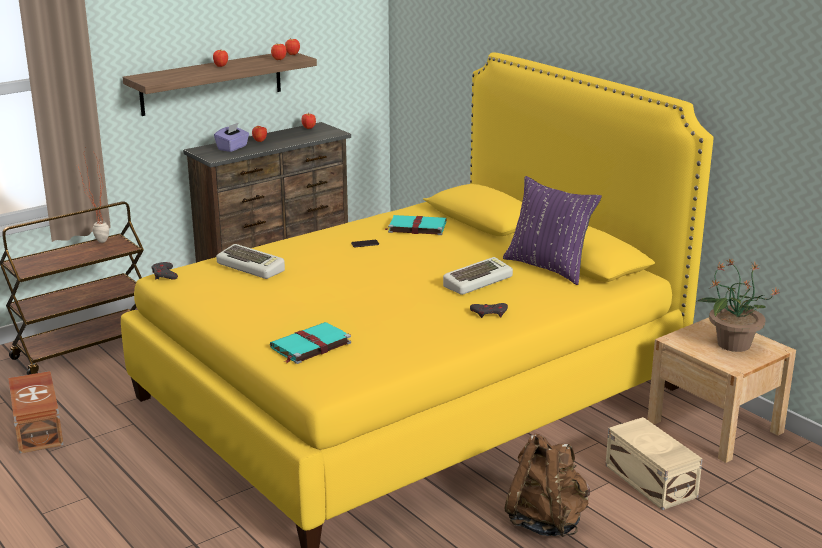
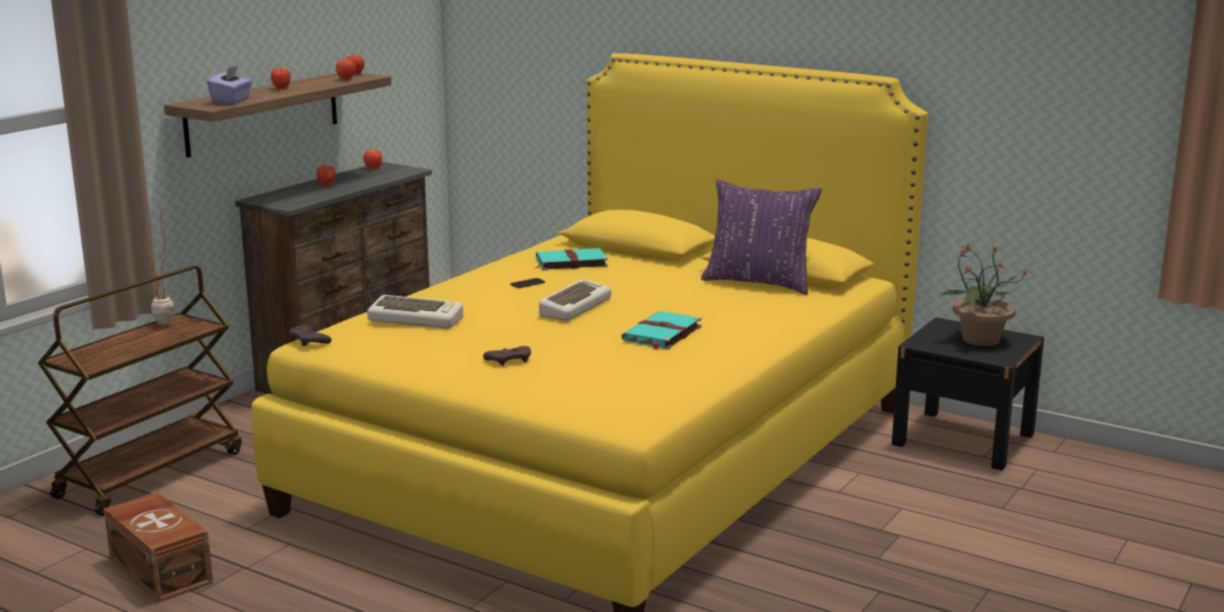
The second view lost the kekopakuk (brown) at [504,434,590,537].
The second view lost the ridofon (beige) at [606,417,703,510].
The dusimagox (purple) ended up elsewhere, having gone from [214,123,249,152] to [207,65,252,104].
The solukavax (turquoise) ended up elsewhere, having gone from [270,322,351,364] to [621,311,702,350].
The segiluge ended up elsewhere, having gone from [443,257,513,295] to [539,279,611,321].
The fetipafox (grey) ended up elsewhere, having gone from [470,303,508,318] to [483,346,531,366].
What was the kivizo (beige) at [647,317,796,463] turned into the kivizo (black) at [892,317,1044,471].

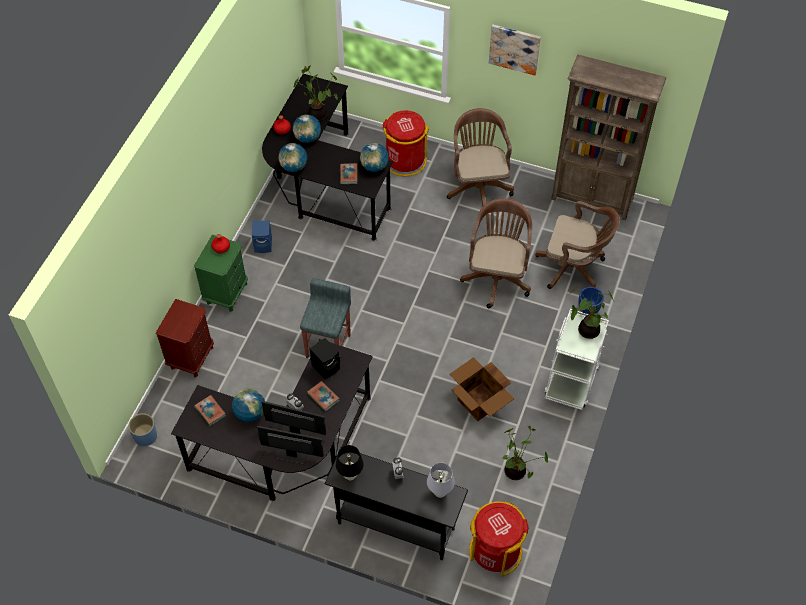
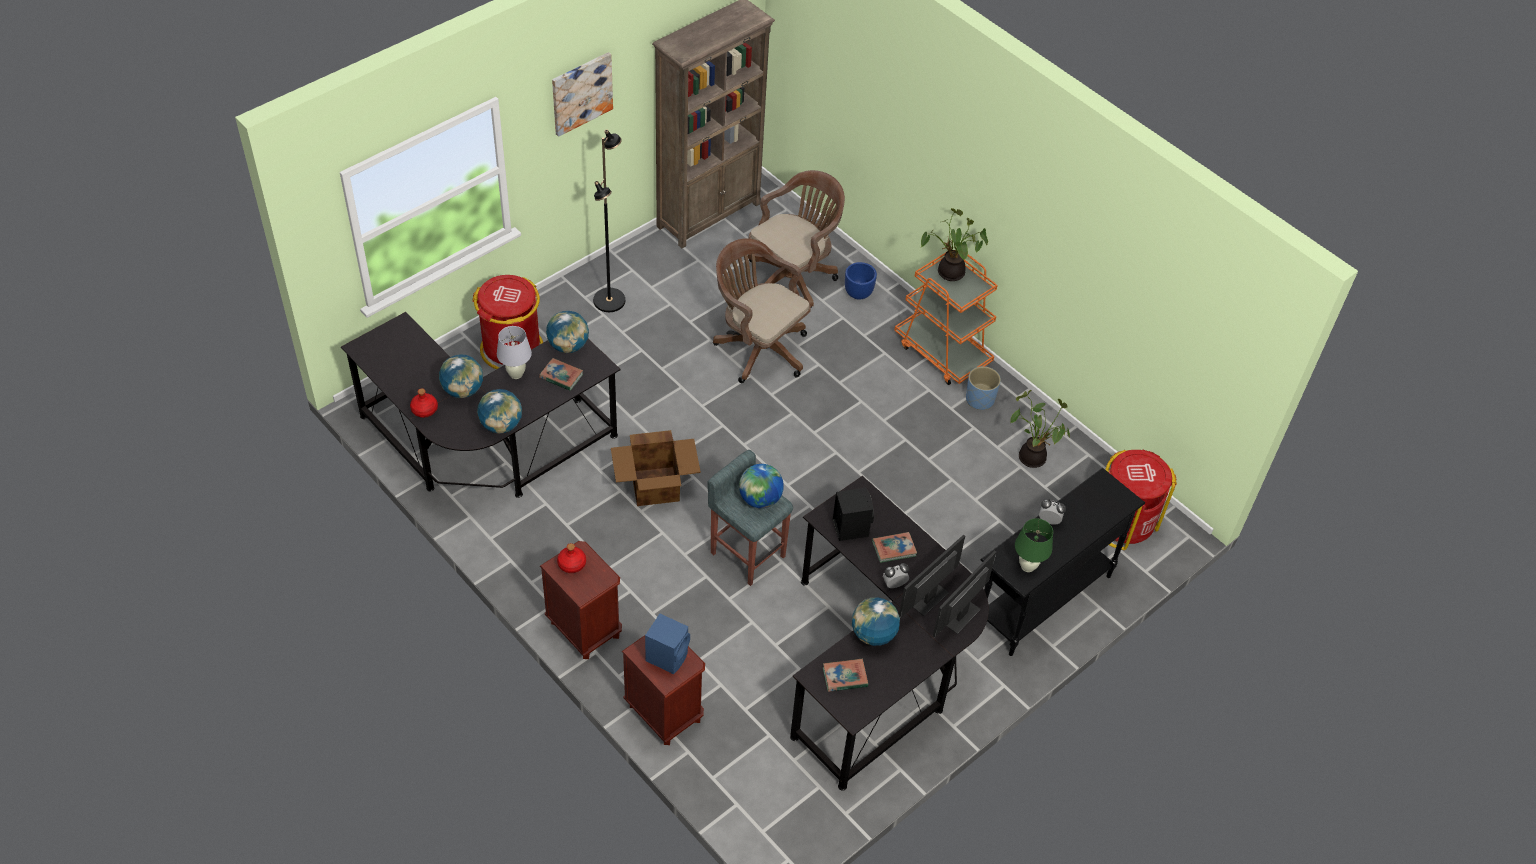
The second view lost the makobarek at [293,66,338,121].
The second view gained the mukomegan at [739,464,784,508].
The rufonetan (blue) ended up elsewhere, having gone from [128,413,157,446] to [966,366,1001,410].
The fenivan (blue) ended up elsewhere, having gone from [252,220,272,253] to [645,613,690,674].
The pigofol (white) ended up elsewhere, having gone from [427,463,455,498] to [497,326,532,379].
The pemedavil ended up elsewhere, having gone from [450,357,514,421] to [611,430,701,506].
Where the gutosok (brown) stood at [447,108,514,207], the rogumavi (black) came to stand at [593,130,625,312].
What was the kivizo (green) at [194,235,248,312] turned into the kivizo (brown) at [540,541,622,659].
What was the pigofol (black) at [336,445,364,480] turned into the pigofol (green) at [1015,518,1053,572].
What was the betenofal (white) at [545,309,609,410] turned into the betenofal (orange) at [894,252,998,385].

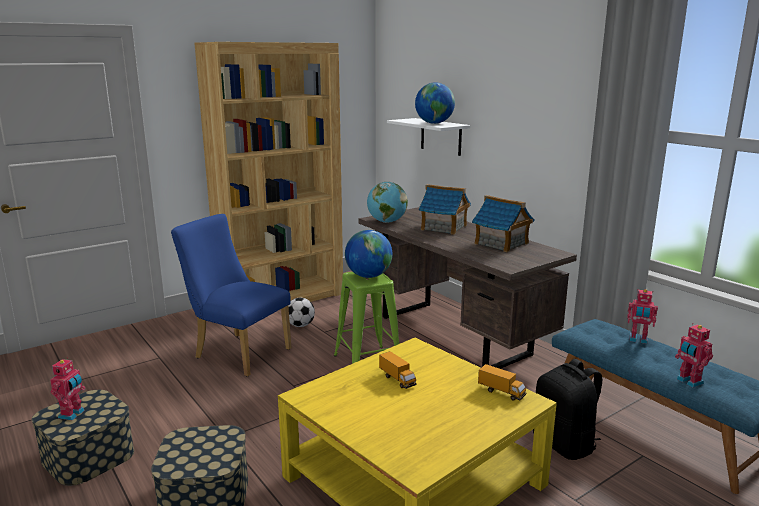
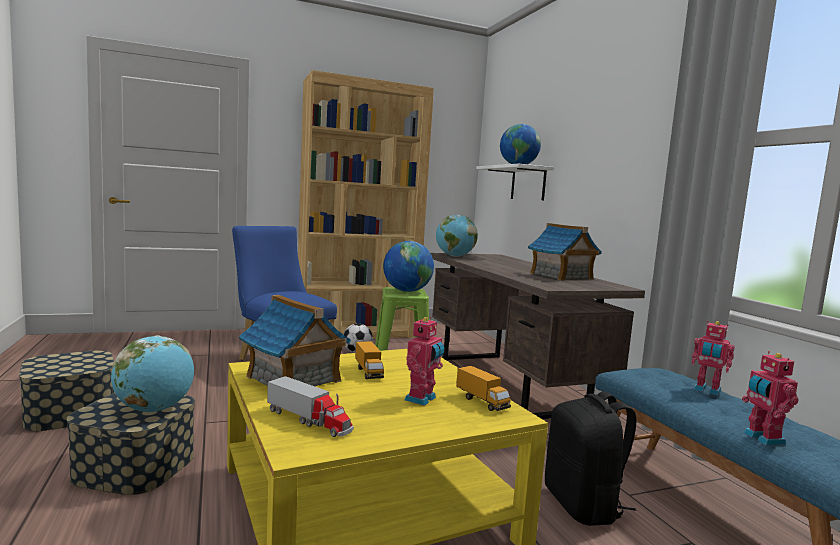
The second view gained the mukomegan at [111,335,194,412].
The second view gained the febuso at [267,376,354,437].
The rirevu ended up elsewhere, having gone from [50,357,85,420] to [405,317,444,406].
The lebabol ended up elsewhere, having gone from [419,184,471,235] to [239,295,351,386].

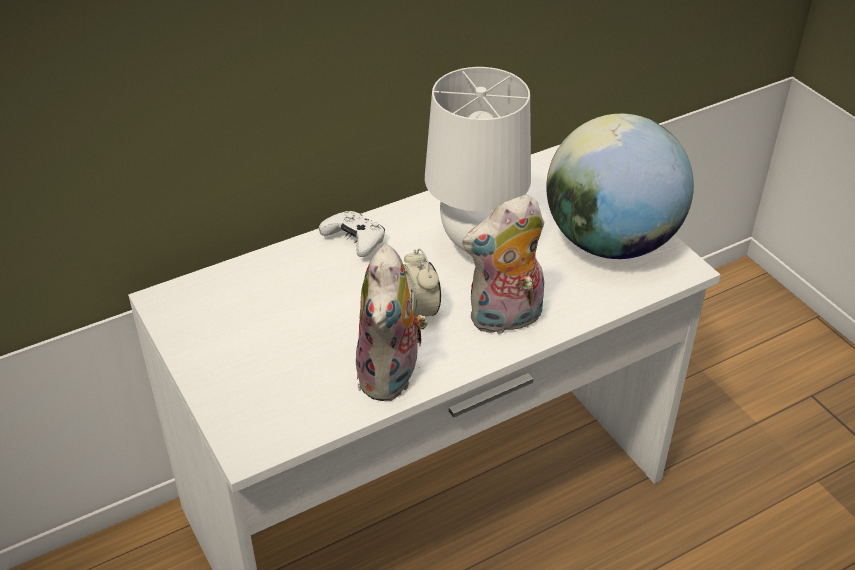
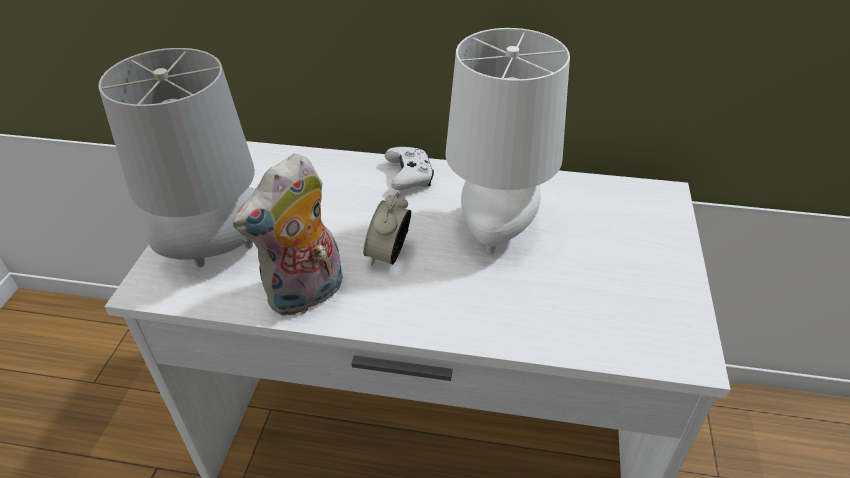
The second view lost the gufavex at [462,194,544,334].
The second view lost the mukomegan at [546,114,694,259].
The second view gained the pigofol (grey) at [98,48,255,267].

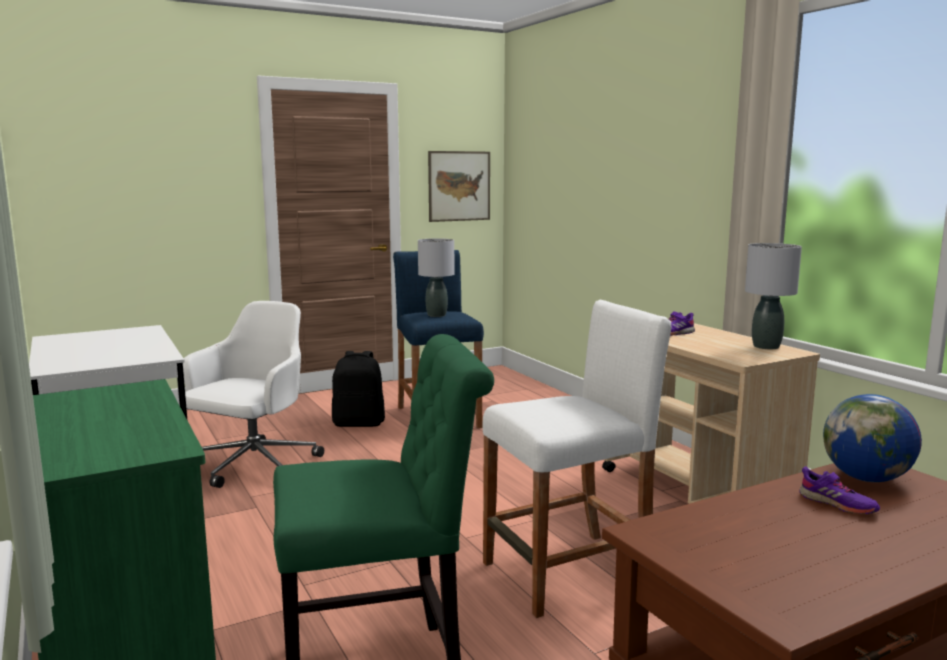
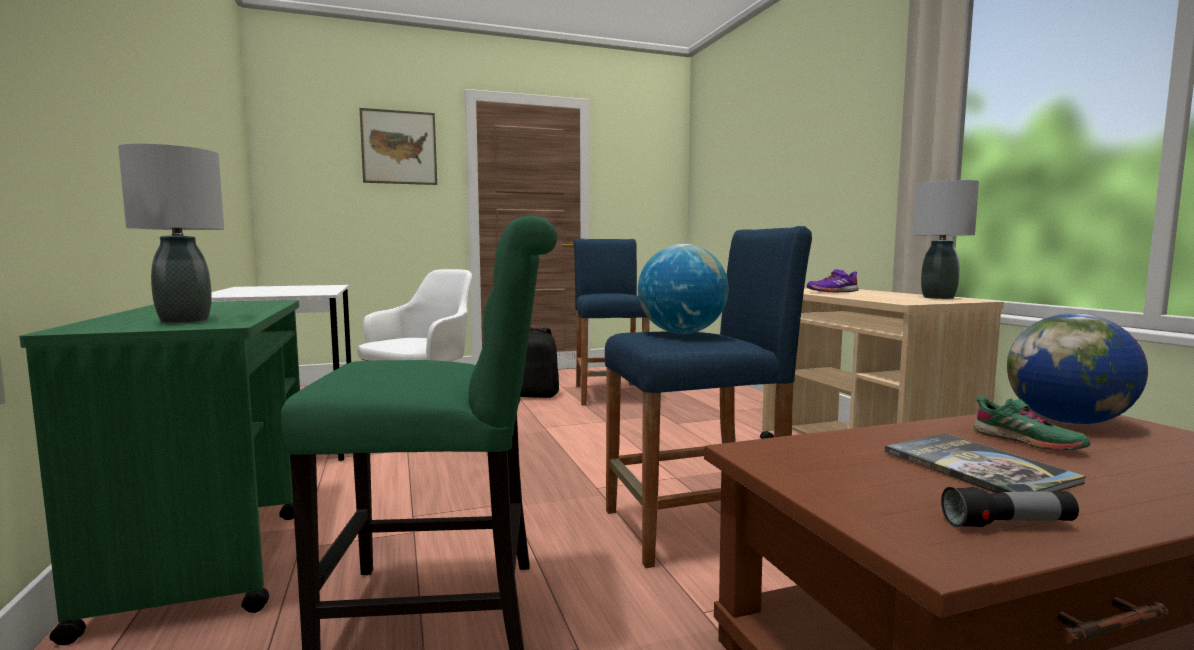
The second view gained the mukomegan at [638,244,729,334].
The second view gained the solukavax at [885,433,1086,493].
The second view gained the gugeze at [941,487,1079,528].
The pigofol (grey) ended up elsewhere, having gone from [418,238,454,317] to [118,143,224,323].
The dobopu ended up elsewhere, having gone from [428,151,490,222] to [359,108,437,185].
What was the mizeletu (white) at [482,300,671,618] turned into the mizeletu (blue) at [605,226,812,568].
What was the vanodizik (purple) at [799,467,880,514] turned into the vanodizik (green) at [974,395,1091,450].

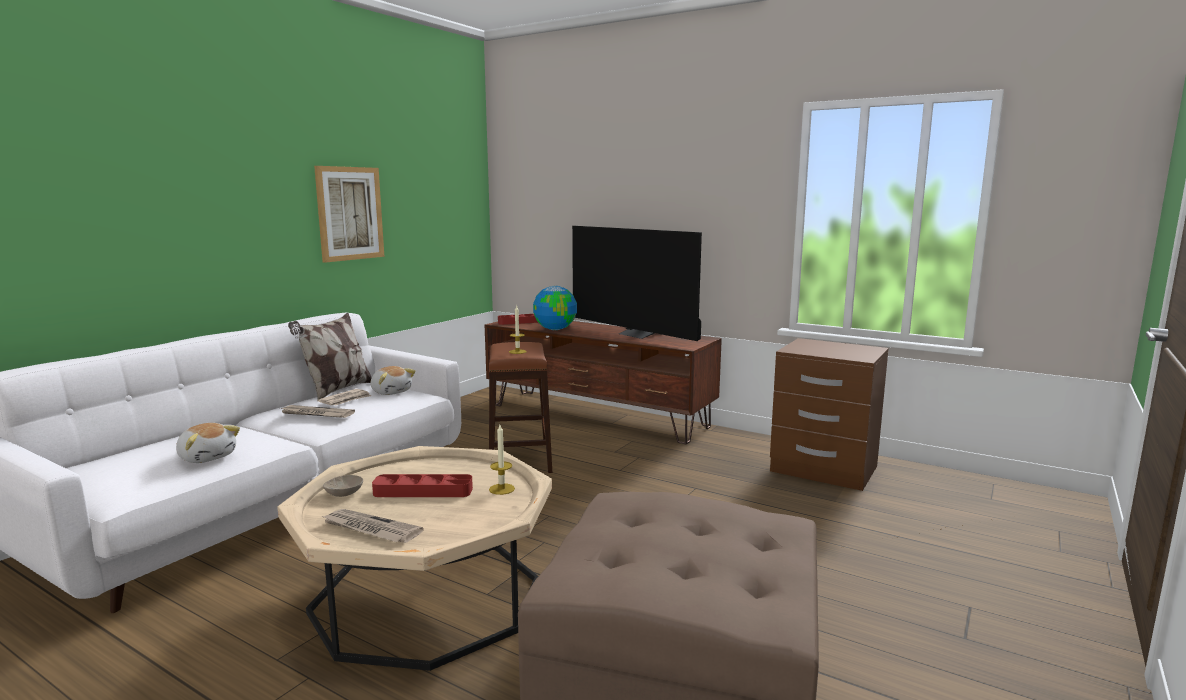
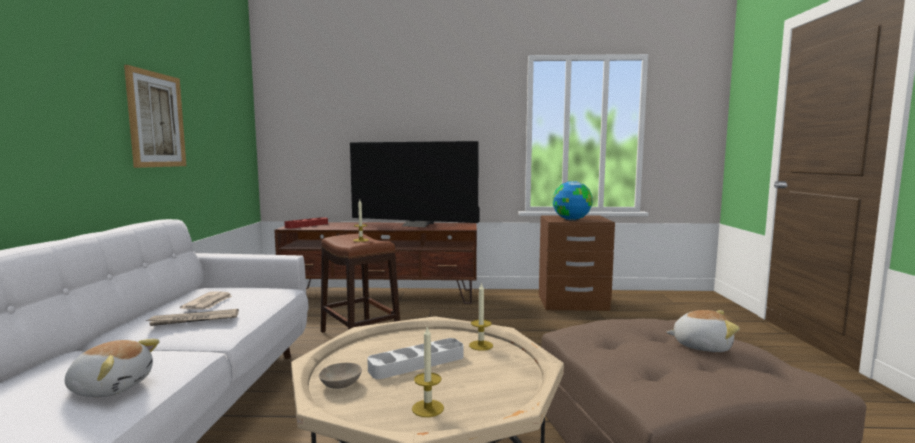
The second view lost the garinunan at [288,313,372,399].
The gufavex ended up elsewhere, having gone from [370,366,415,395] to [666,310,740,352].
The mukomegan ended up elsewhere, having gone from [533,286,577,330] to [553,181,593,220].
Where the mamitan stood at [322,509,424,543], the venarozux came to stand at [412,327,444,417].
What was the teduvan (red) at [372,474,473,497] turned into the teduvan (white) at [367,338,463,379].

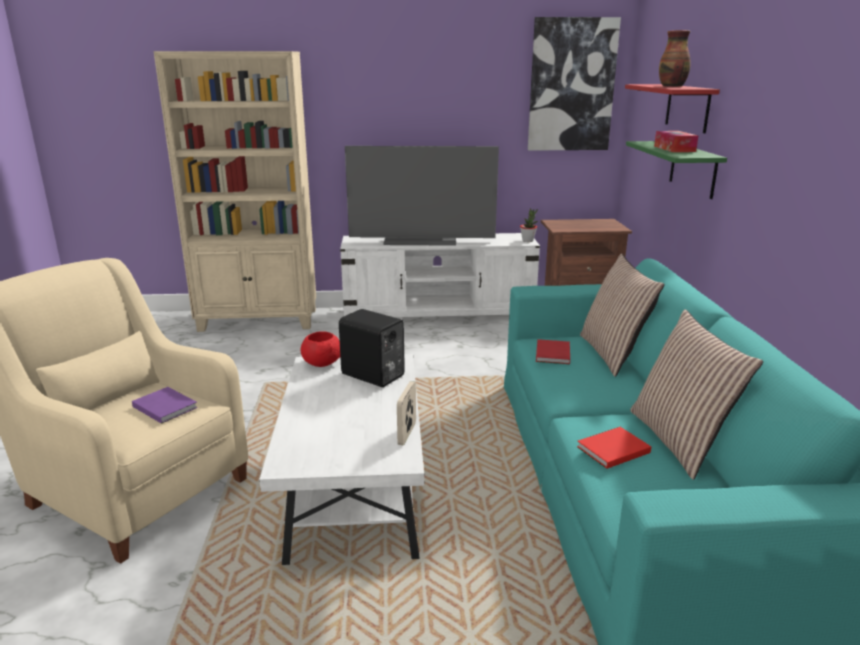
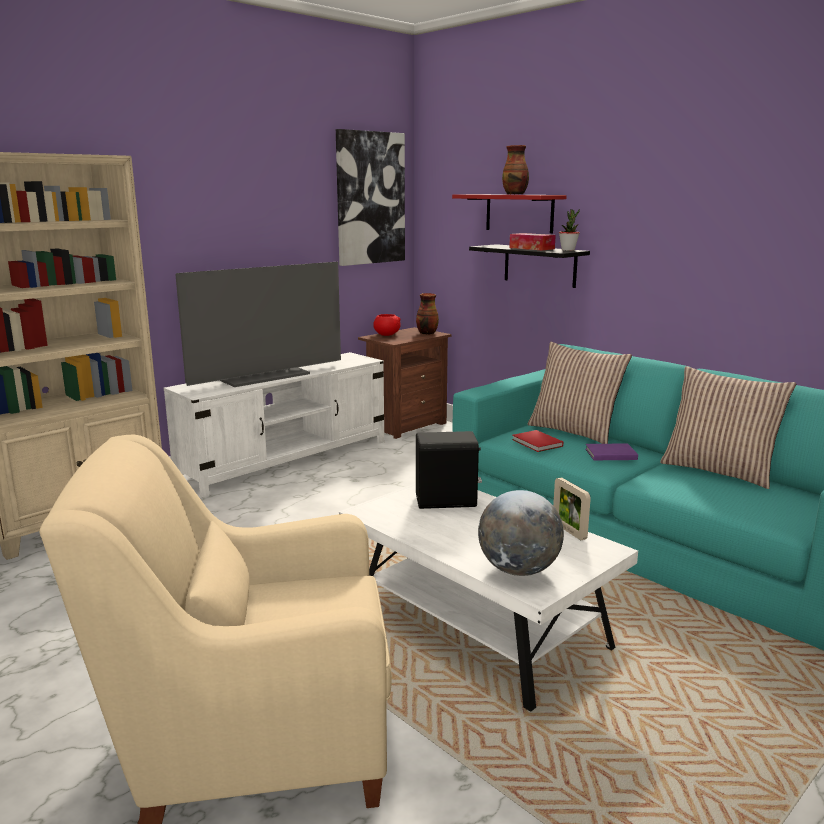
The second view lost the solukavax (red) at [577,427,651,469].
The second view gained the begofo at [416,293,439,335].
The second view gained the mukomegan at [478,490,564,576].
The solukavax (purple) ended up elsewhere, having gone from [132,387,198,424] to [586,443,638,460].
The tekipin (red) ended up elsewhere, having gone from [301,331,340,367] to [373,314,401,336].
The makobarek ended up elsewhere, having gone from [520,208,538,242] to [559,209,580,251].
What was the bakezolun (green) at [626,141,727,199] turned into the bakezolun (black) at [469,244,590,288].

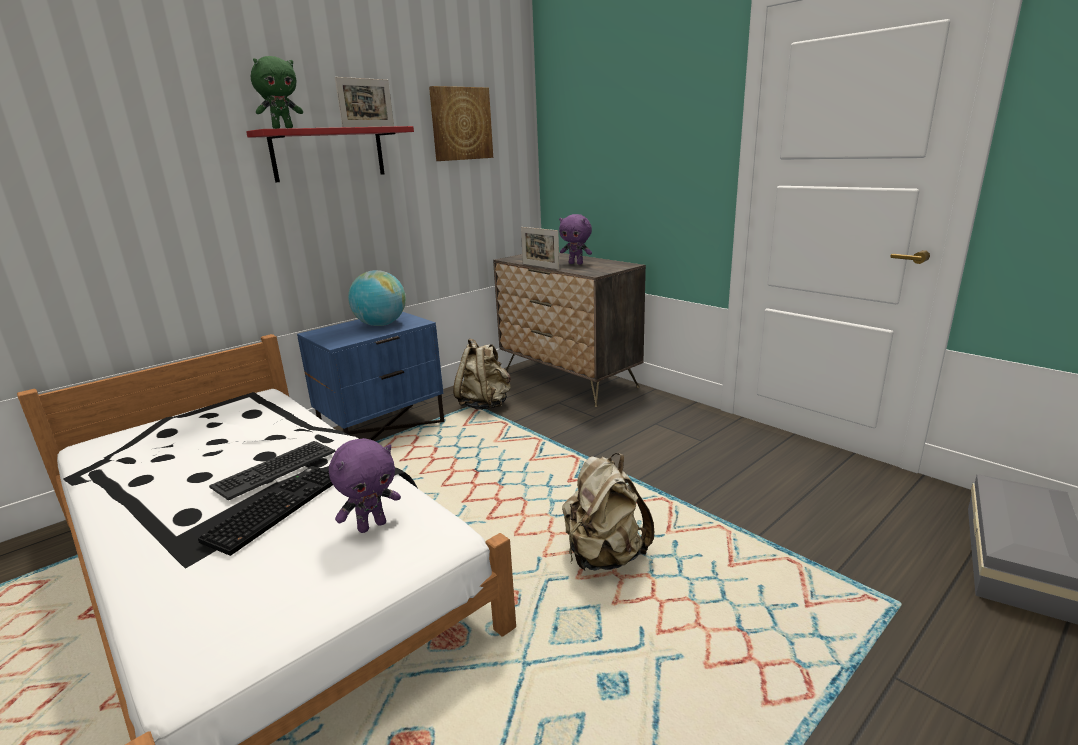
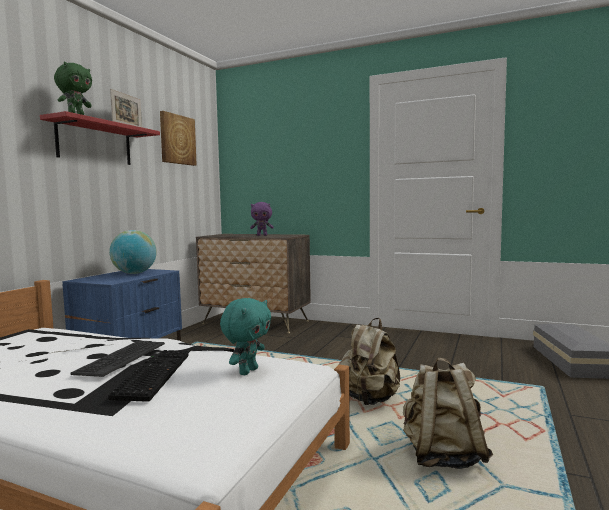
The second view lost the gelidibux at [521,227,560,269].
The kekopakuk (beige) ended up elsewhere, having gone from [453,338,511,410] to [403,357,493,469].
What was the gufavex (purple) at [329,438,401,533] turned into the gufavex (turquoise) at [220,298,271,375].

